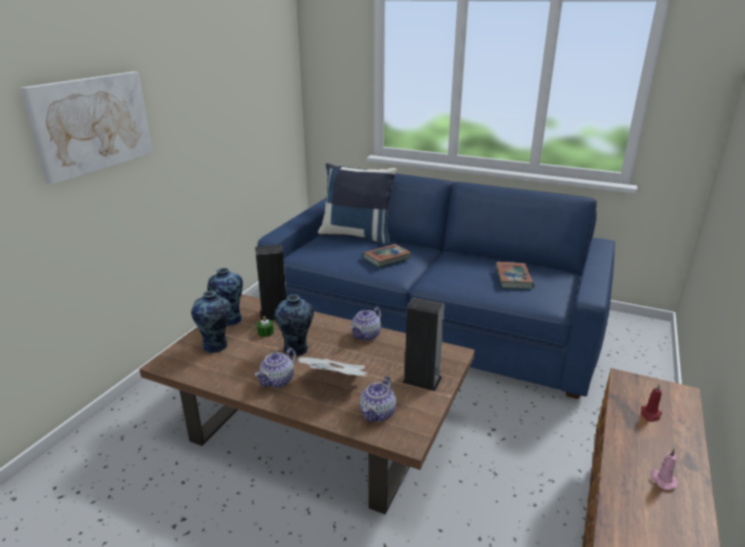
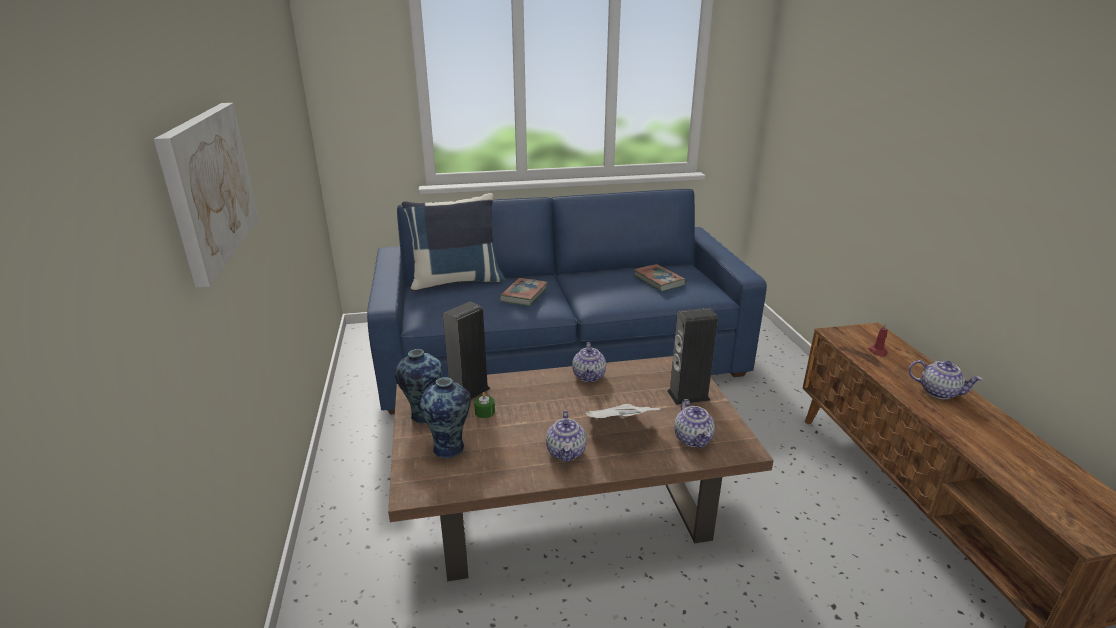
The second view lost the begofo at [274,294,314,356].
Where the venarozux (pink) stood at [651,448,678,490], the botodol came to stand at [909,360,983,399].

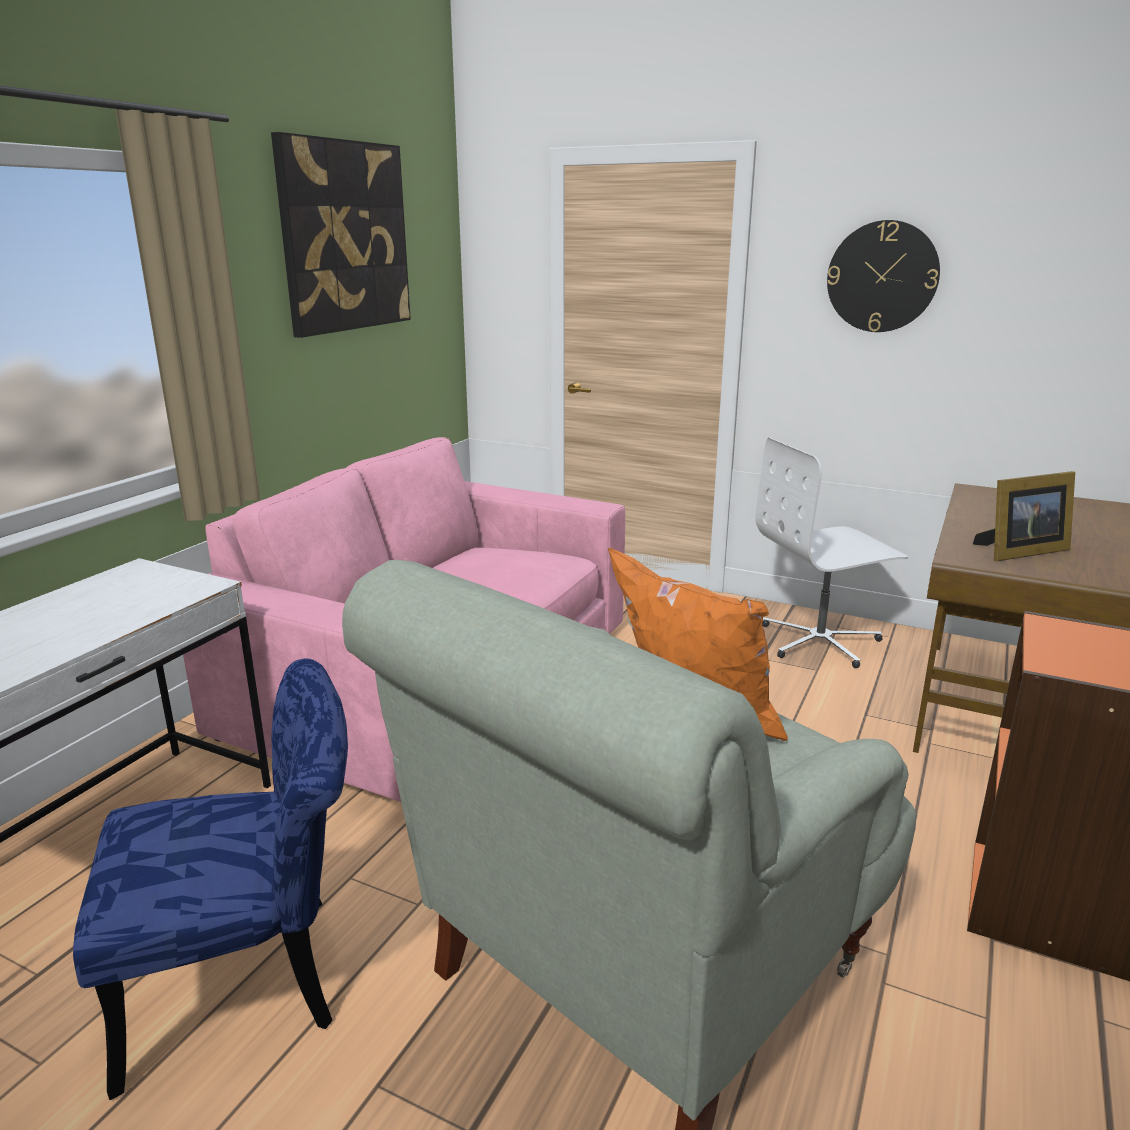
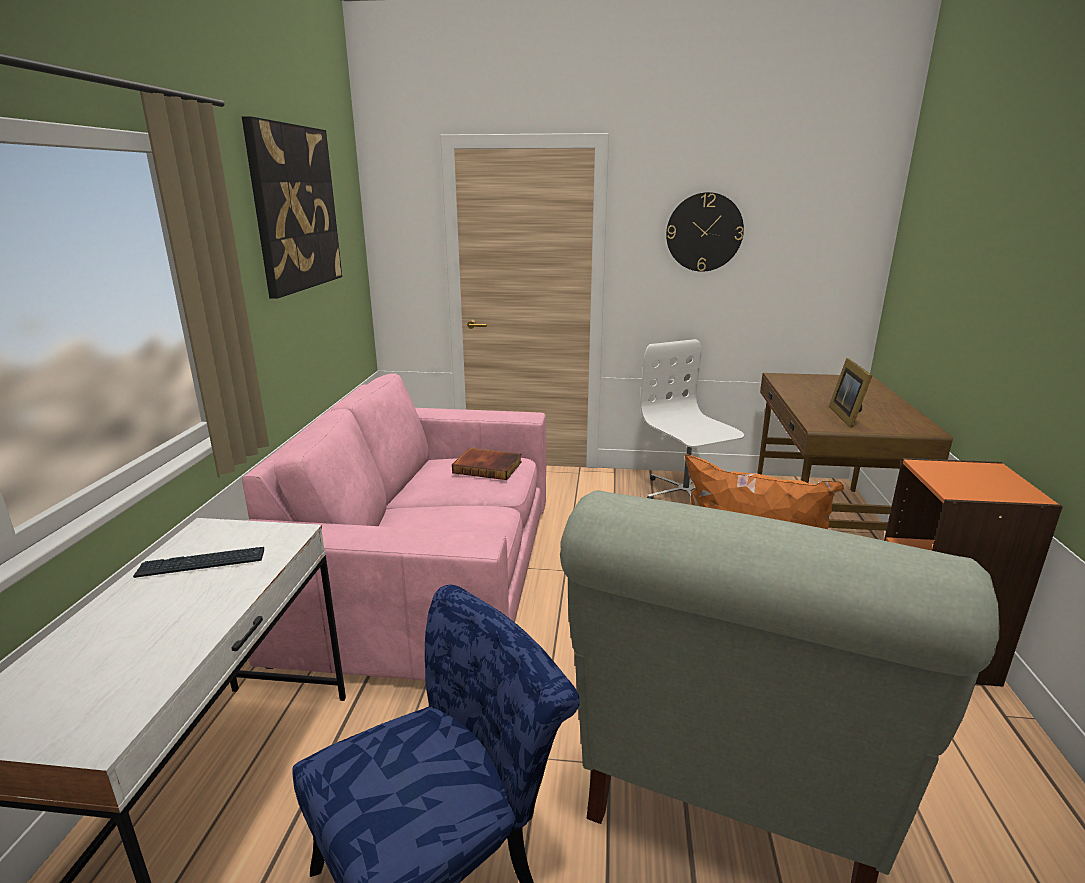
The second view gained the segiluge at [133,547,264,578].
The second view gained the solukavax at [452,448,522,480].
The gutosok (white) at [756,437,908,668] ended up facing another way, 105 degrees clockwise from before.
The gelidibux at [973,471,1075,561] ended up facing another way, 135 degrees clockwise from before.

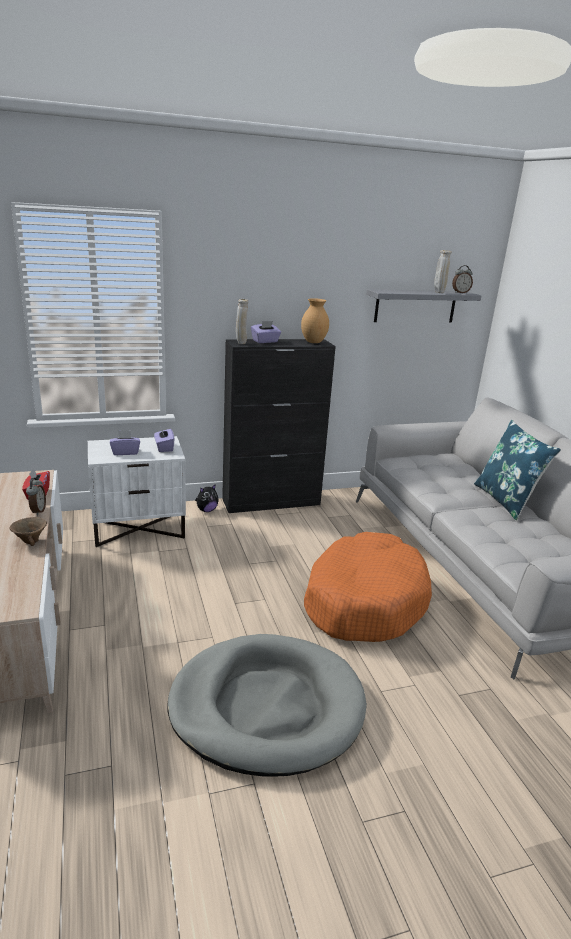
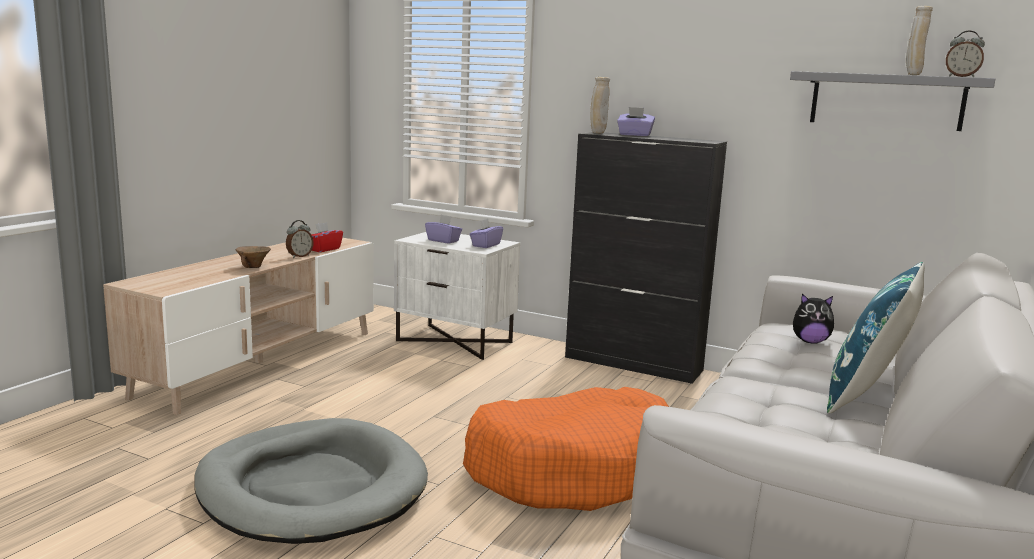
The second view lost the begofo (brown) at [301,298,329,343].
The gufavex ended up elsewhere, having gone from [195,484,219,512] to [793,294,834,344].

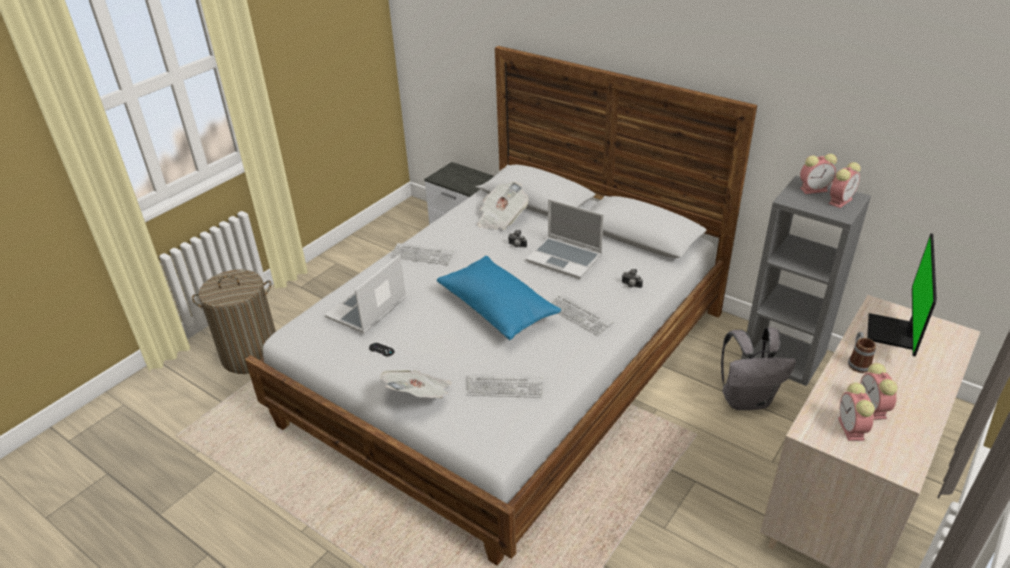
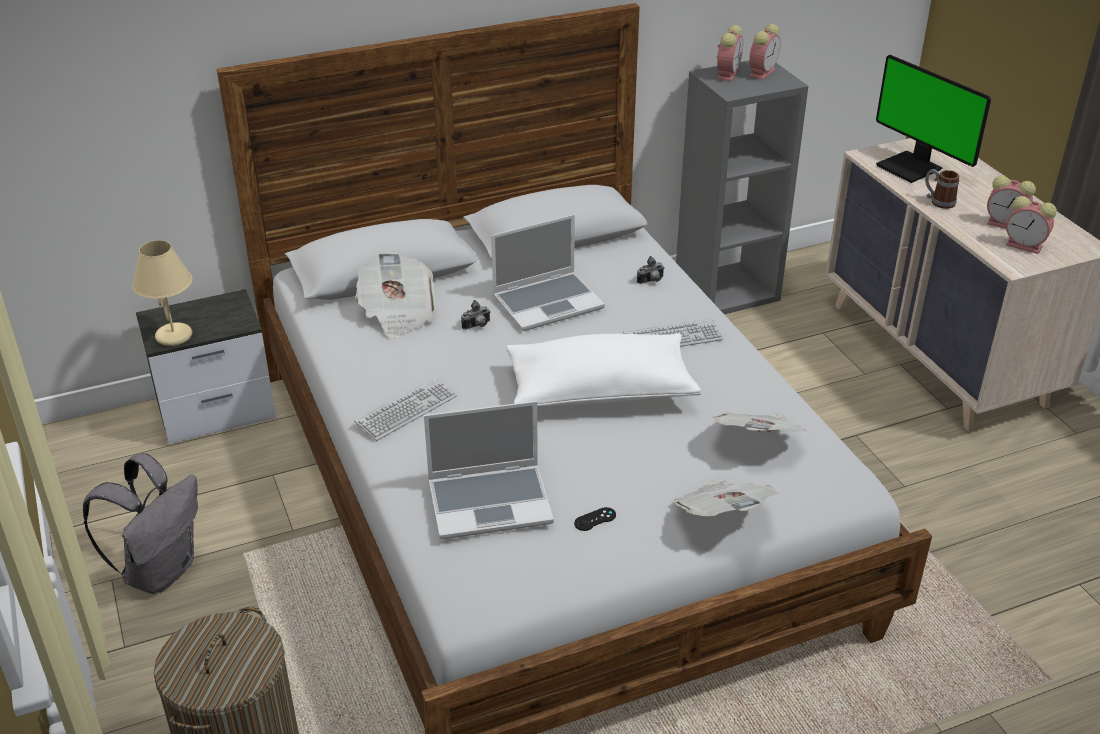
The second view gained the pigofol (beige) at [132,240,193,346].
The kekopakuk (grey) ended up elsewhere, having gone from [721,327,796,410] to [83,453,198,594].
Where the segiluge stood at [466,374,543,398], the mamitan came to stand at [713,412,807,432].
What was the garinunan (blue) at [437,256,561,340] turned into the garinunan (white) at [506,333,701,406].
The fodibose at [325,254,407,333] ended up facing another way, 75 degrees counterclockwise from before.
The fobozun at [828,162,861,208] ended up facing another way, 45 degrees clockwise from before.

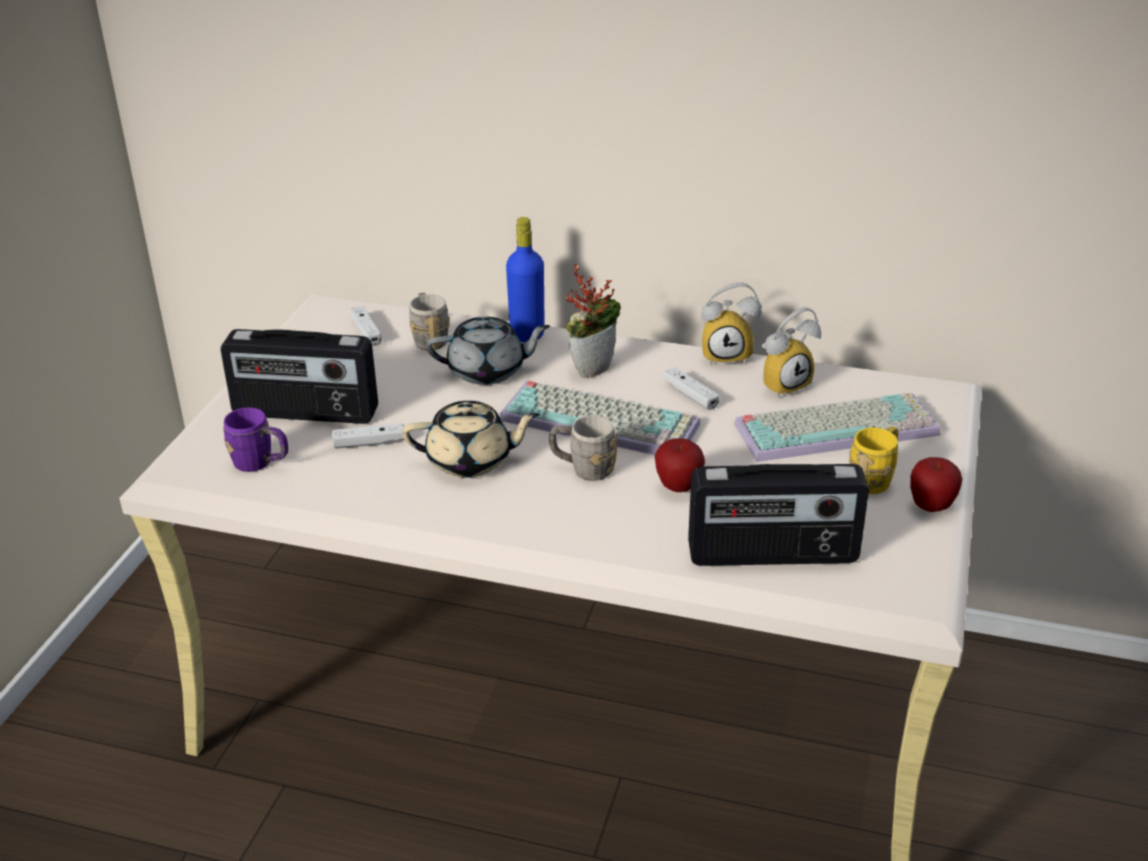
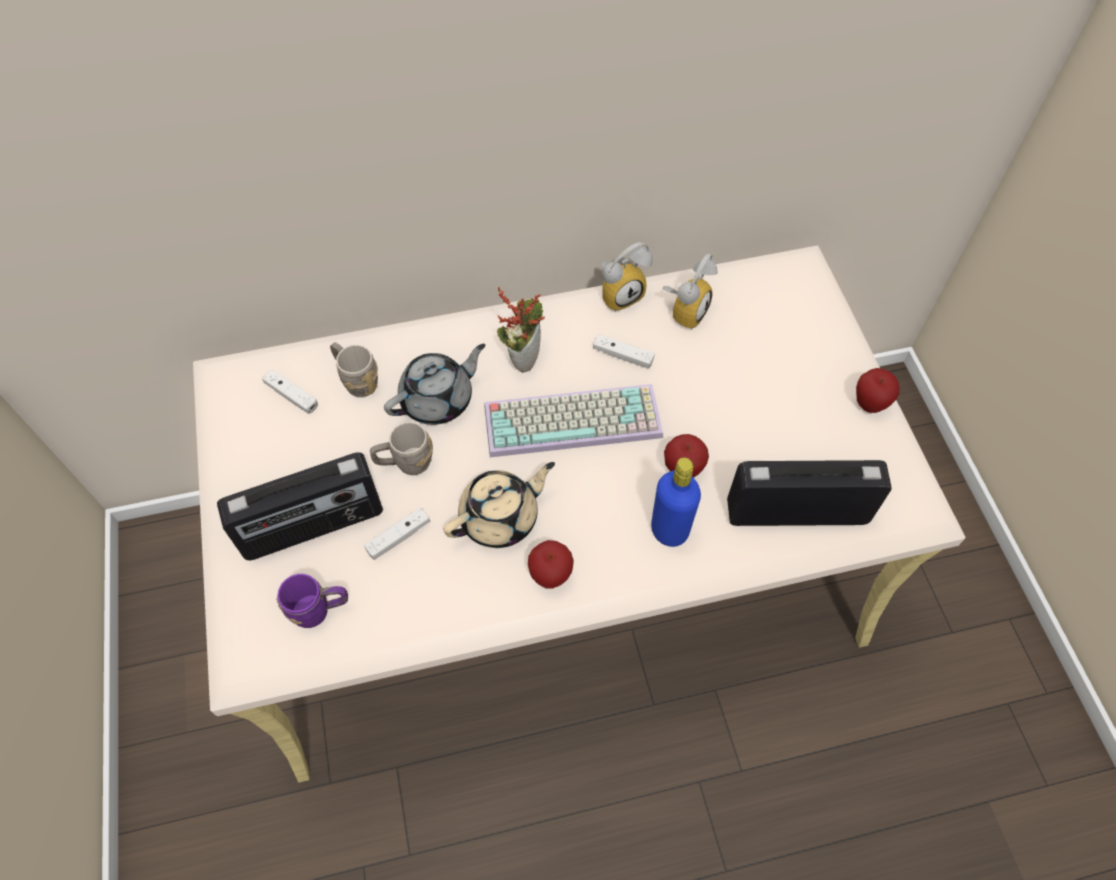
The second view lost the segiluge at [734,393,941,462].
The second view lost the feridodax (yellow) at [849,427,898,494].
The second view gained the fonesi at [528,540,574,589].
The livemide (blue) ended up elsewhere, having gone from [506,217,545,342] to [651,457,701,547].
The feridodax (grey) ended up elsewhere, having gone from [549,415,617,481] to [370,422,433,475].
The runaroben at [688,464,869,566] ended up facing another way, 150 degrees counterclockwise from before.

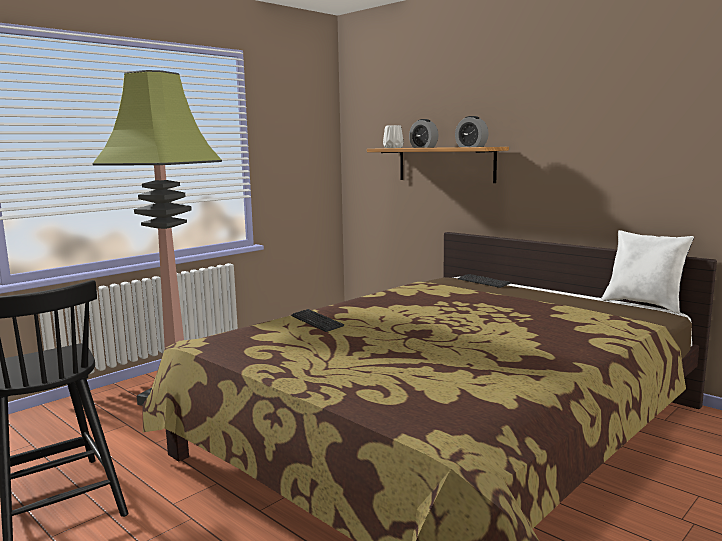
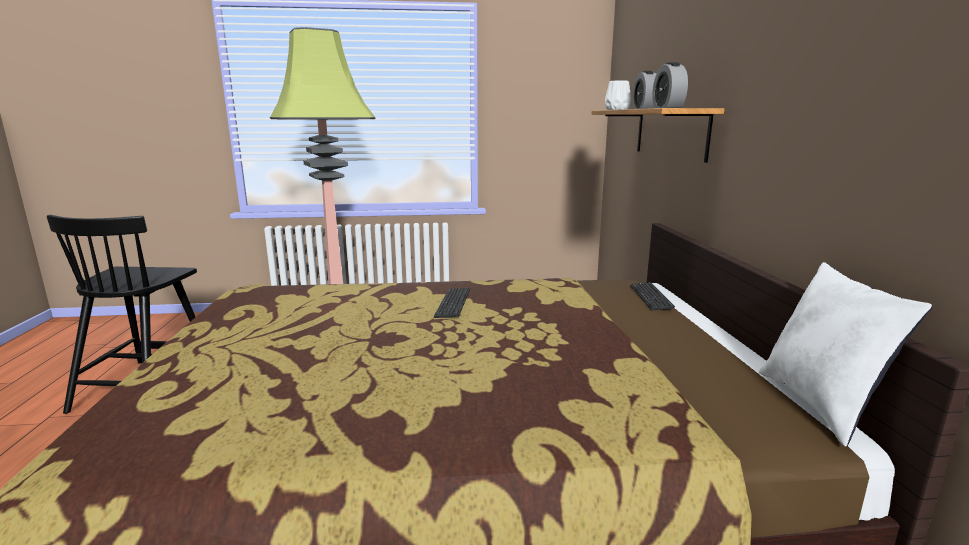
The segiluge ended up elsewhere, having gone from [291,309,344,332] to [434,288,470,318].

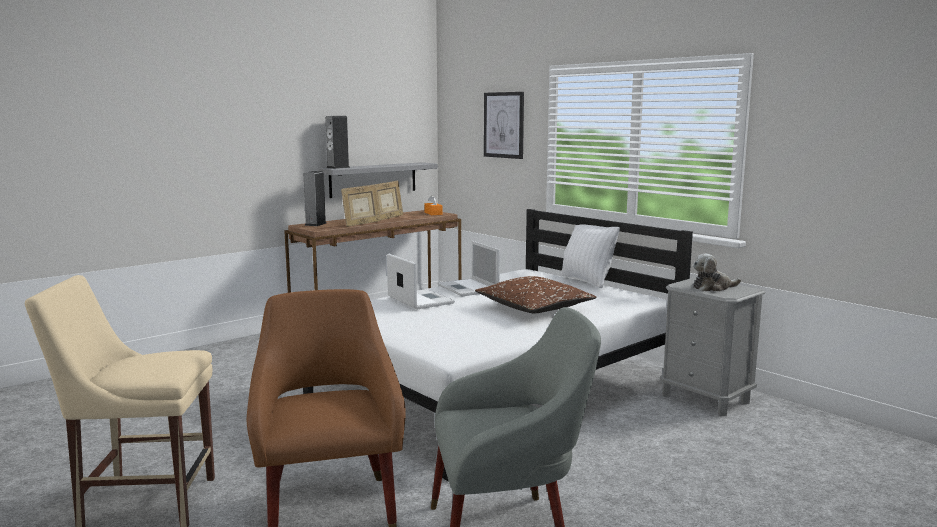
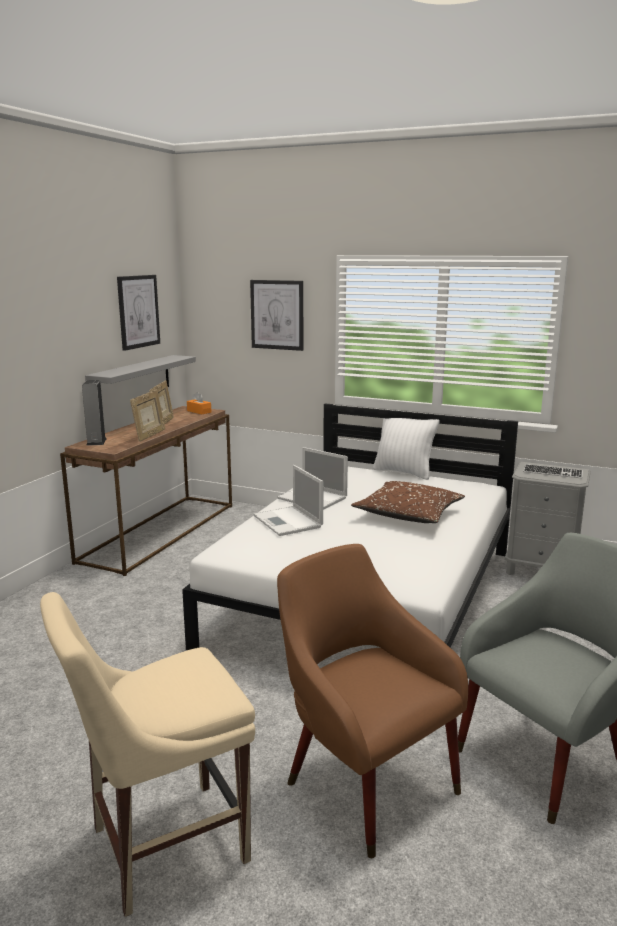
The second view lost the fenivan at [326,116,350,169].
The second view gained the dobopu at [117,275,160,351].
Where the gufavex stood at [693,254,741,291], the segiluge came to stand at [523,464,583,478].
The fodibose at [387,254,455,310] ended up facing another way, 150 degrees counterclockwise from before.

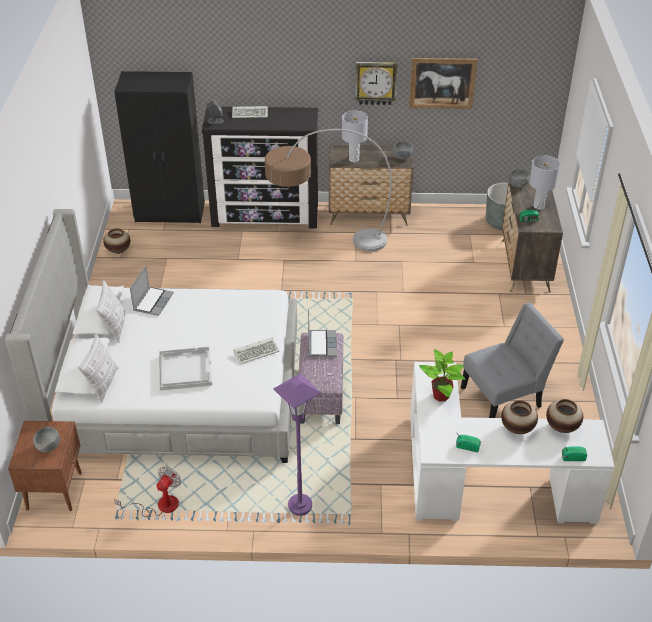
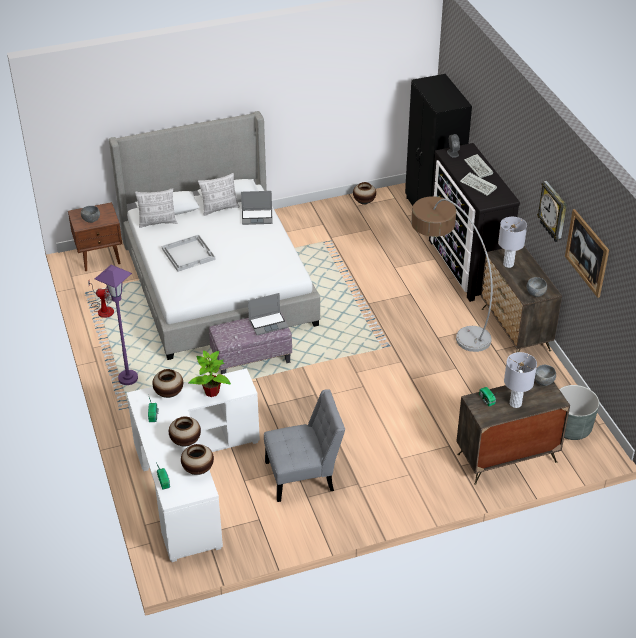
The second view gained the begofo at [152,369,183,398].
The segiluge ended up elsewhere, having gone from [233,337,280,364] to [460,172,497,196].
The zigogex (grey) at [461,303,564,418] ended up facing another way, 60 degrees counterclockwise from before.

